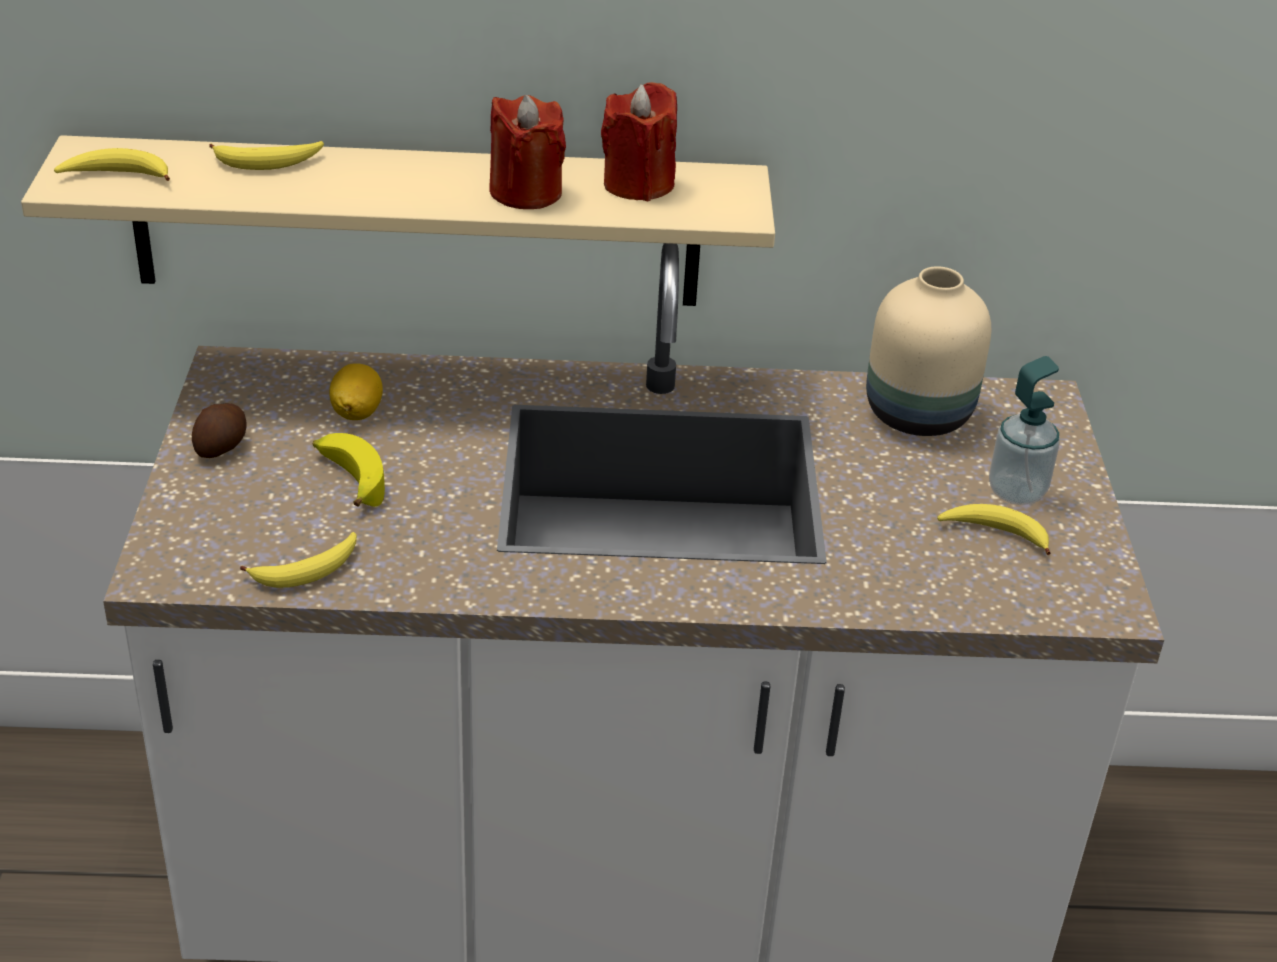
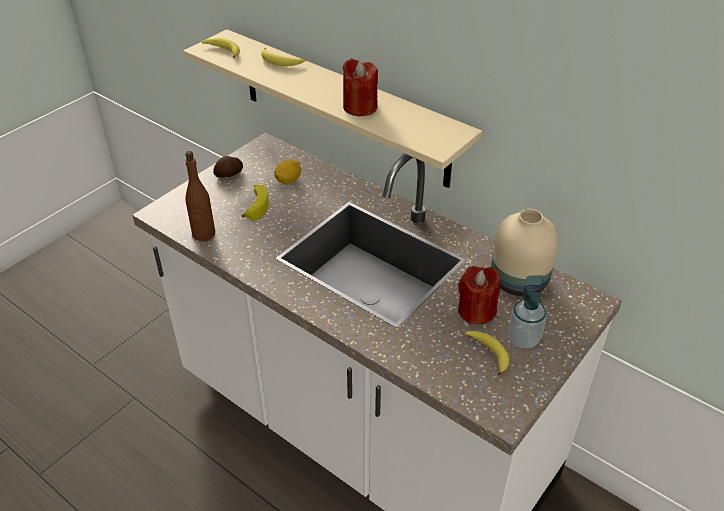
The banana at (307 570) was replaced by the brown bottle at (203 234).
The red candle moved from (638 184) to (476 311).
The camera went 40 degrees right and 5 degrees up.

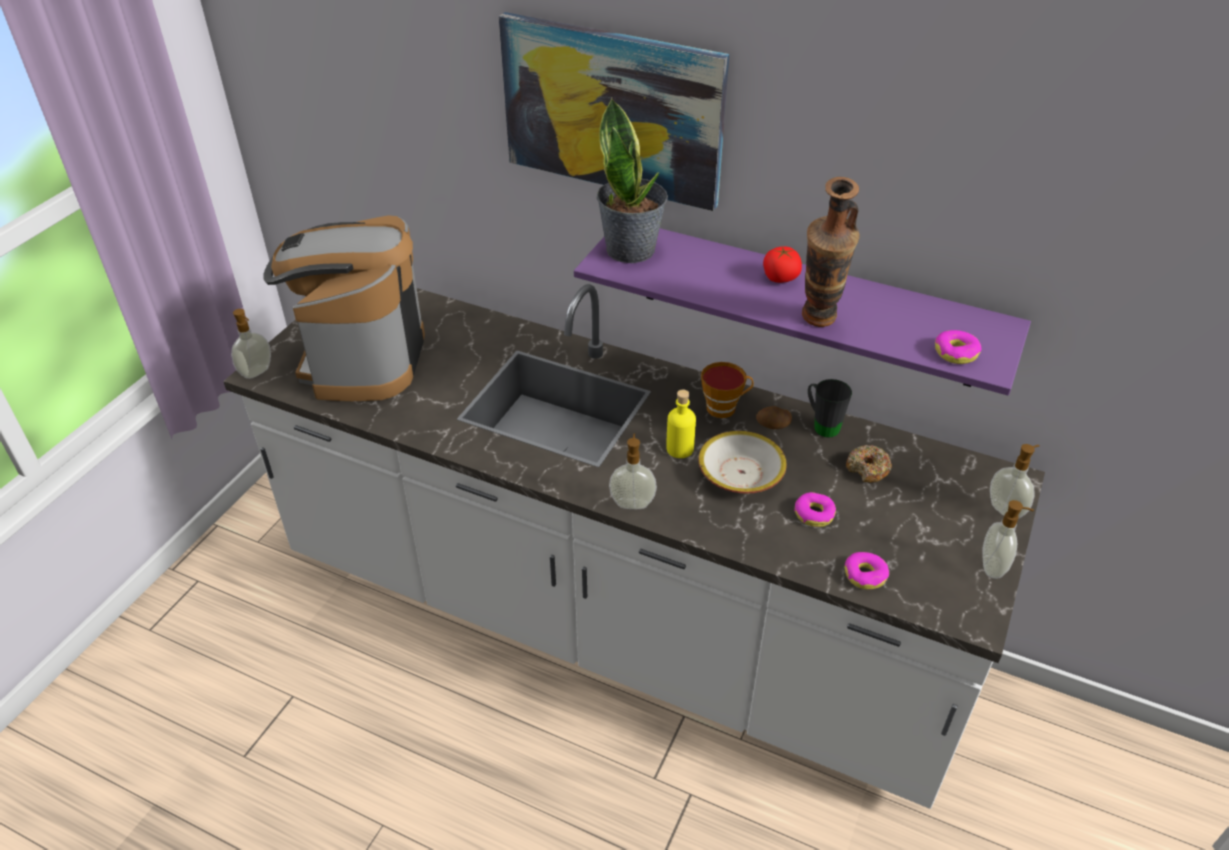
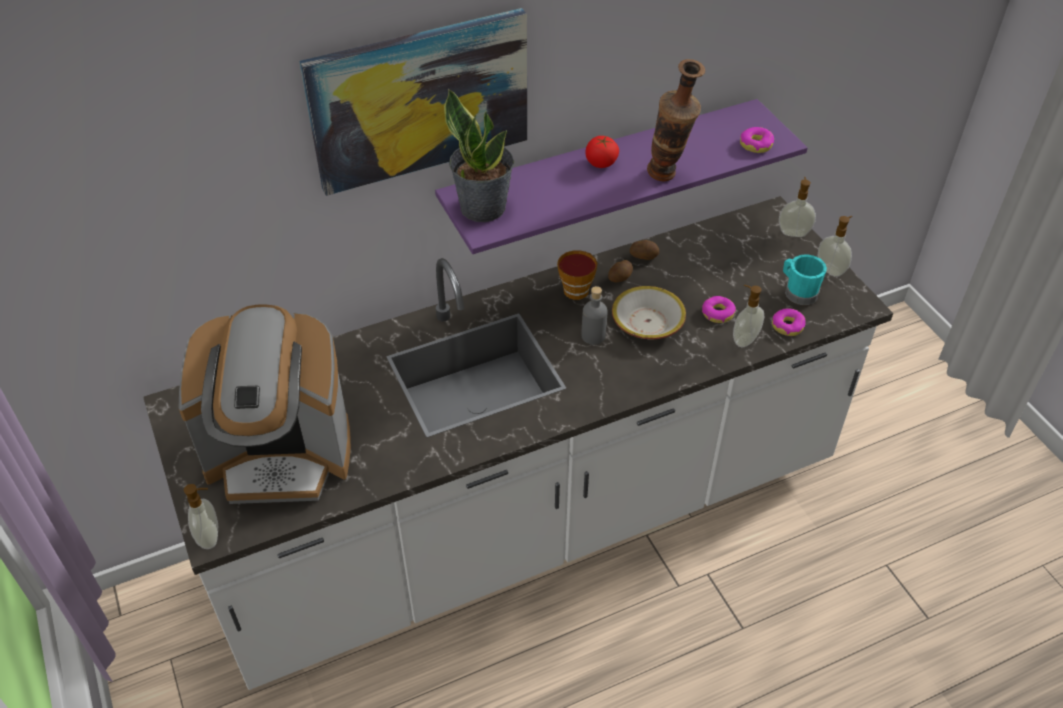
The coffee machine at (362 359) turned 45 degrees counterclockwise.
The yellow bottle at (680 449) became the grey bottle at (593 336).
The black mug at (821 425) was replaced by the potato at (643 256).
The soap dispenser moved from (632 503) to (744 339).
The turquoise mug at (798 292) appeared.
The donut at (867 469) disappeared.
The camera went 50 degrees left and 5 degrees up.

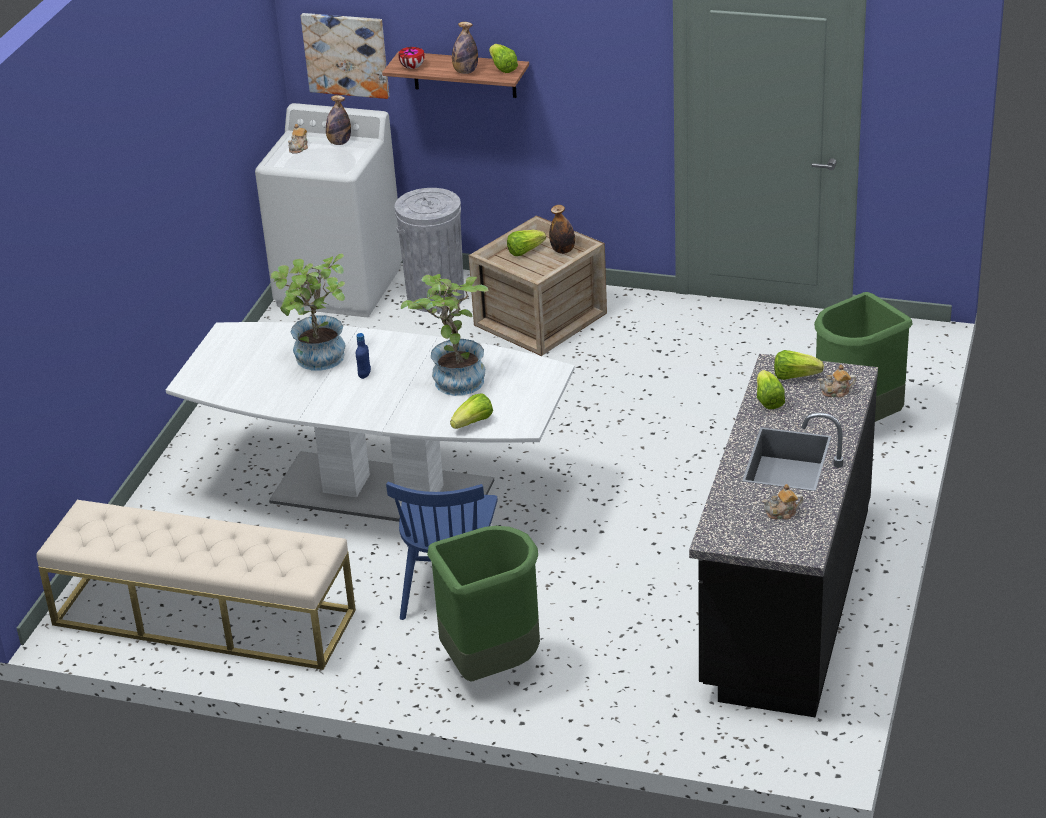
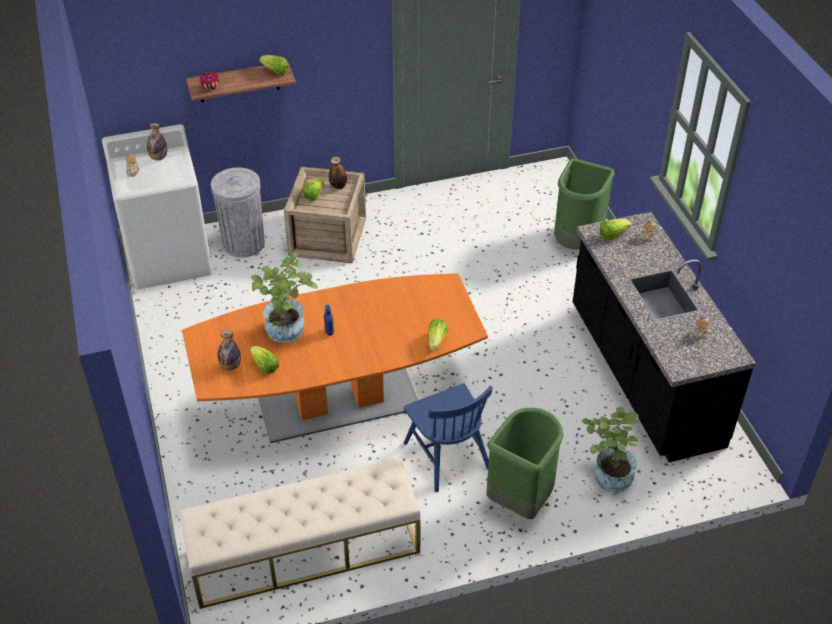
The white dining table at (383 492) became the orange dining table at (339 403).
The bottle moved from (465 72) to (230 366).
The lettuce moved from (768 400) to (265 366).
The potted plant moved from (454 378) to (607 476).
The picture at (346 54) disappeared.
The camera went 35 degrees left and 10 degrees up.

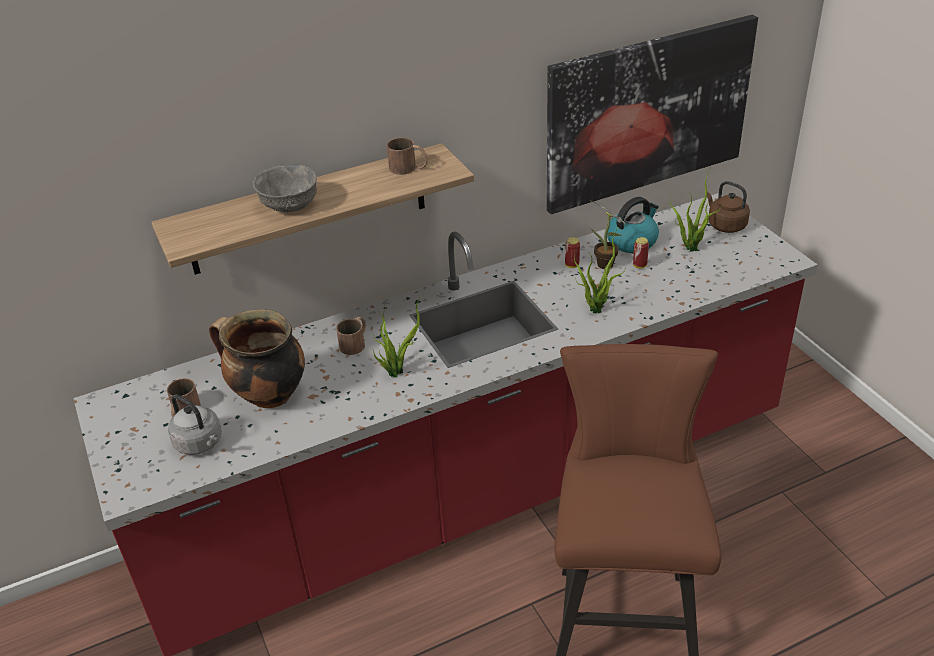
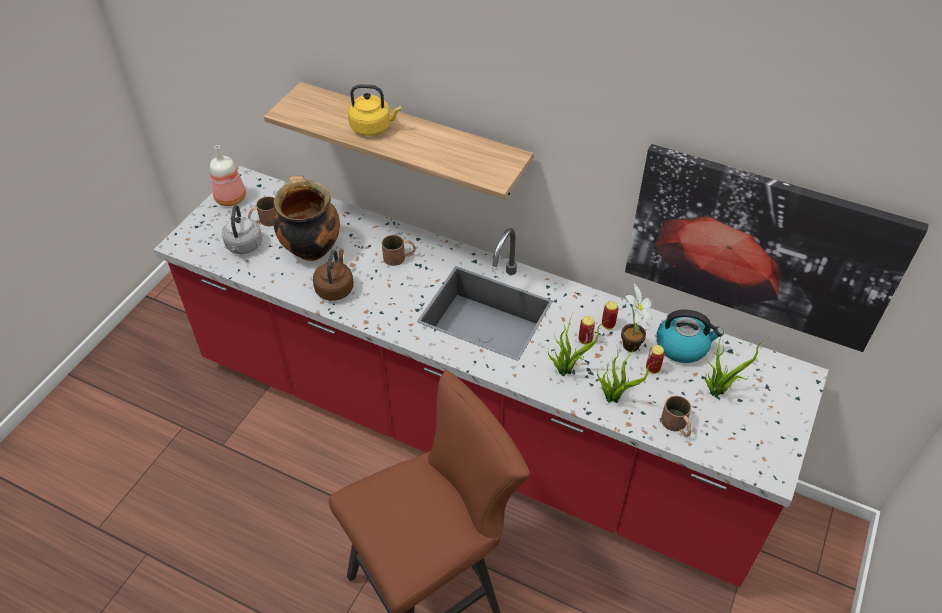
The bottle at (230 198) appeared.
The brown kettle moved from (725 225) to (335 288).
The grey bowl at (289 205) was replaced by the yellow kettle at (373 127).
The can at (585 340) appeared.
The potted plant moved from (396 370) to (615 397).
The brown mug moved from (409 168) to (677 426).
The camera went 50 degrees right and 10 degrees up.

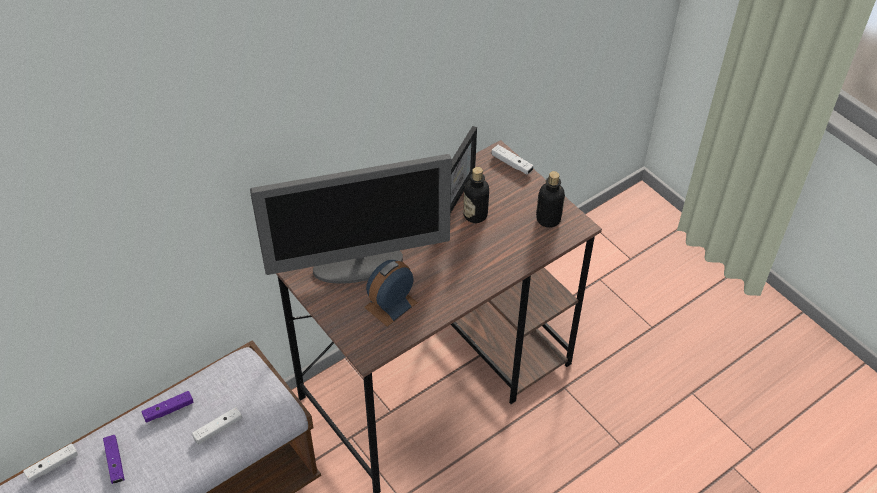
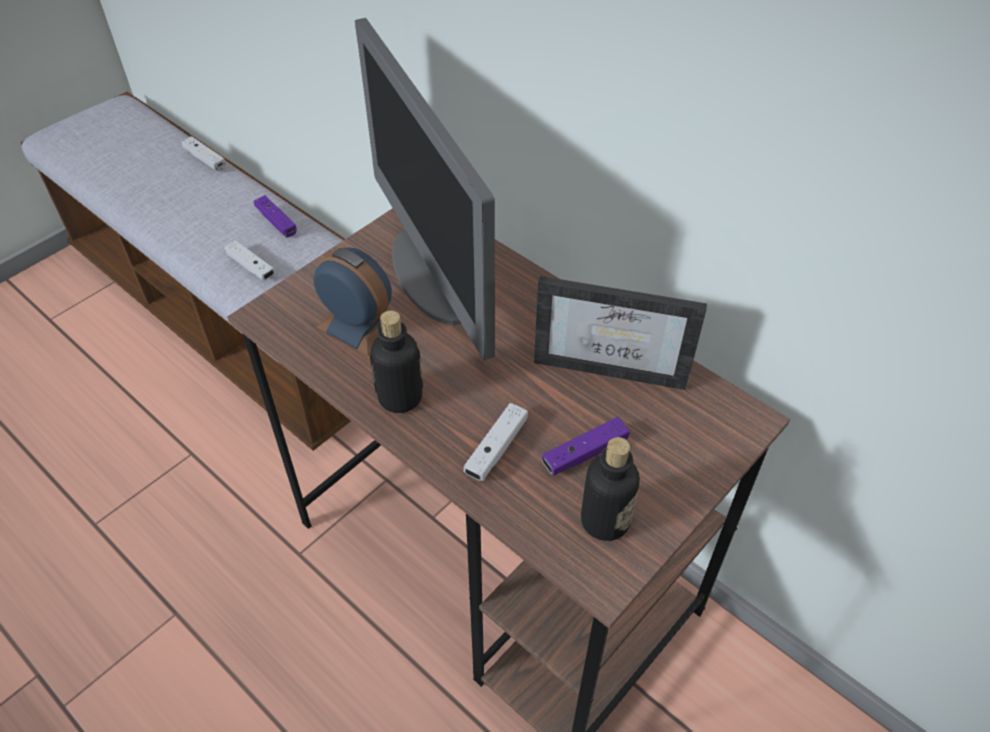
The bottle moved from (475 215) to (400 397).
The white game controller moved from (511 164) to (496 448).
The purple game controller moved from (115 462) to (585 453).
The camera went 80 degrees right and 0 degrees up.

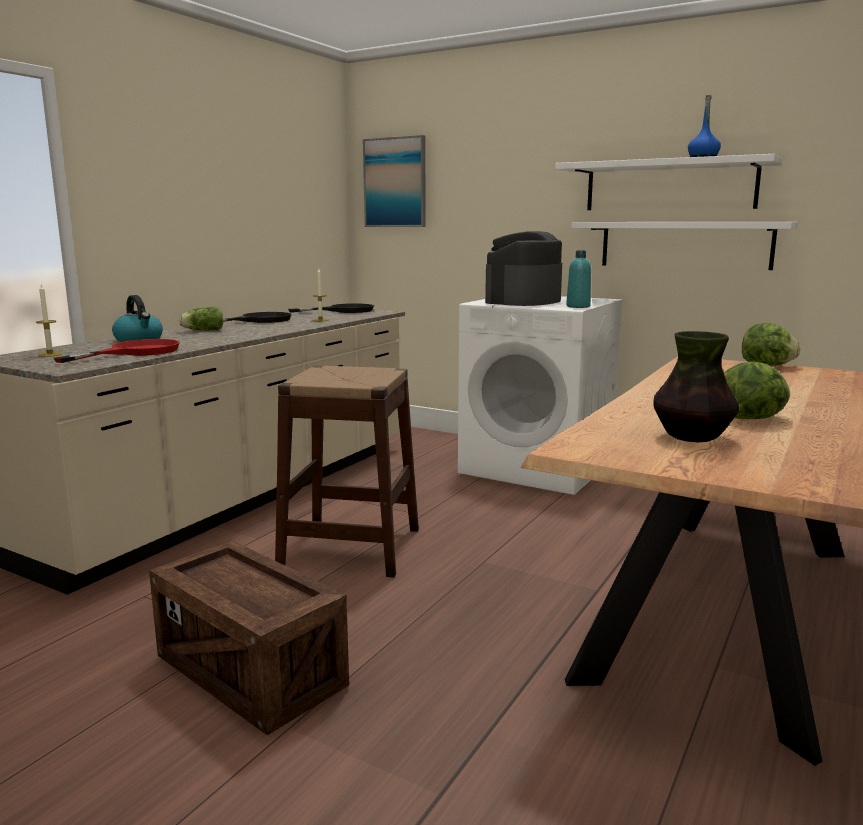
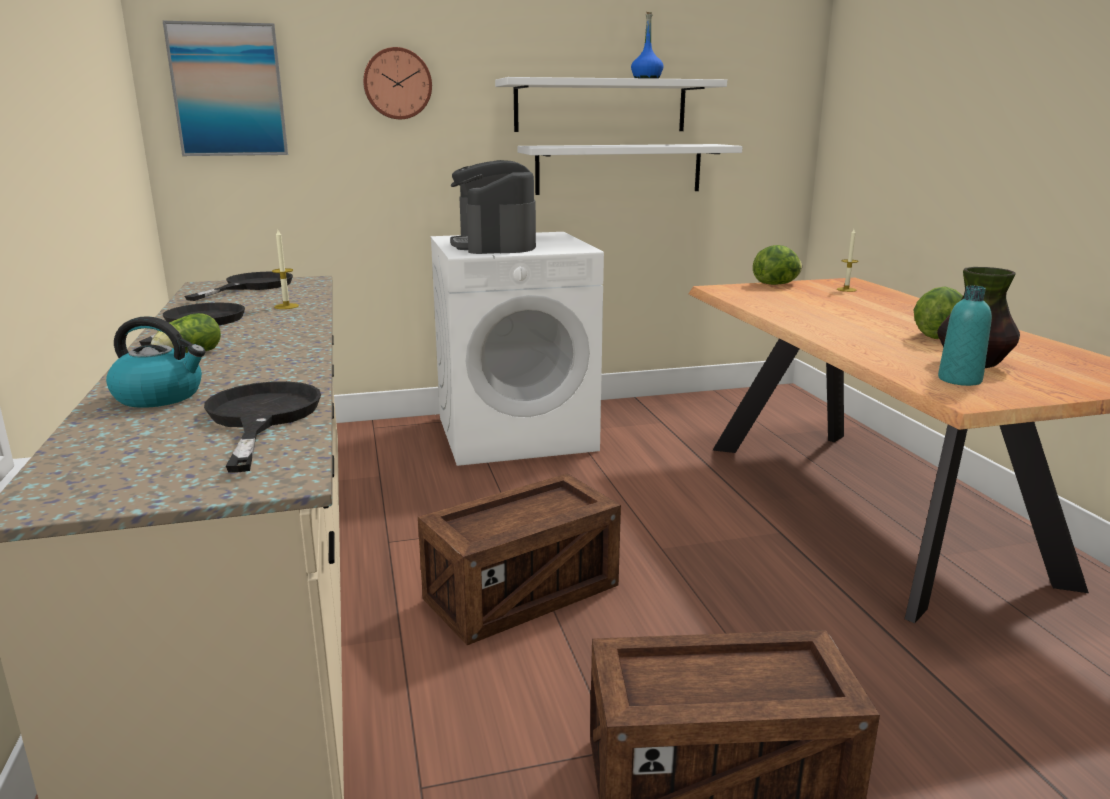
The red frying pan at (135 352) became the black frying pan at (261 418).
The wall clock at (397 84) appeared.
The brown stool at (351 546) was replaced by the crate at (522 593).
The candle moved from (50 354) to (846 289).
The turquoise bottle moved from (578 306) to (959 380).
The camera went 45 degrees left and 5 degrees up.

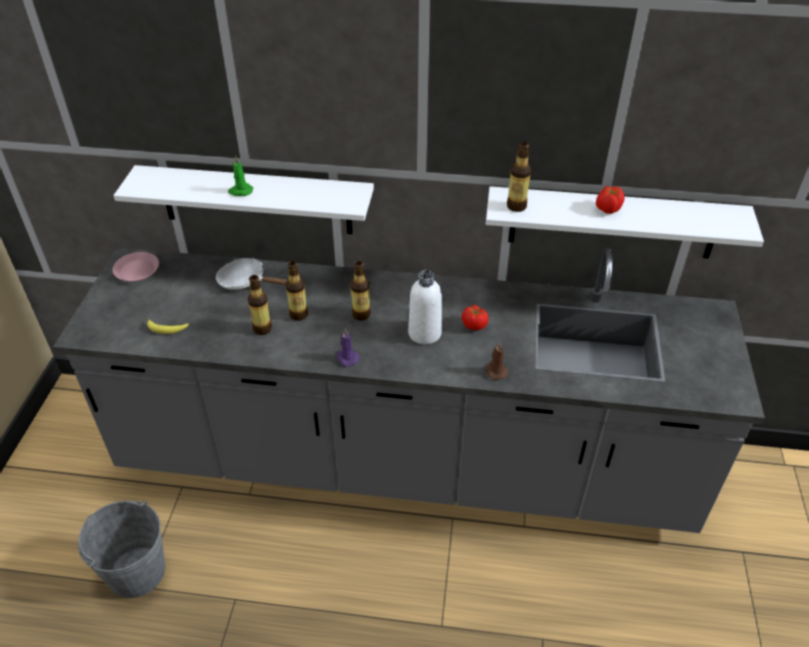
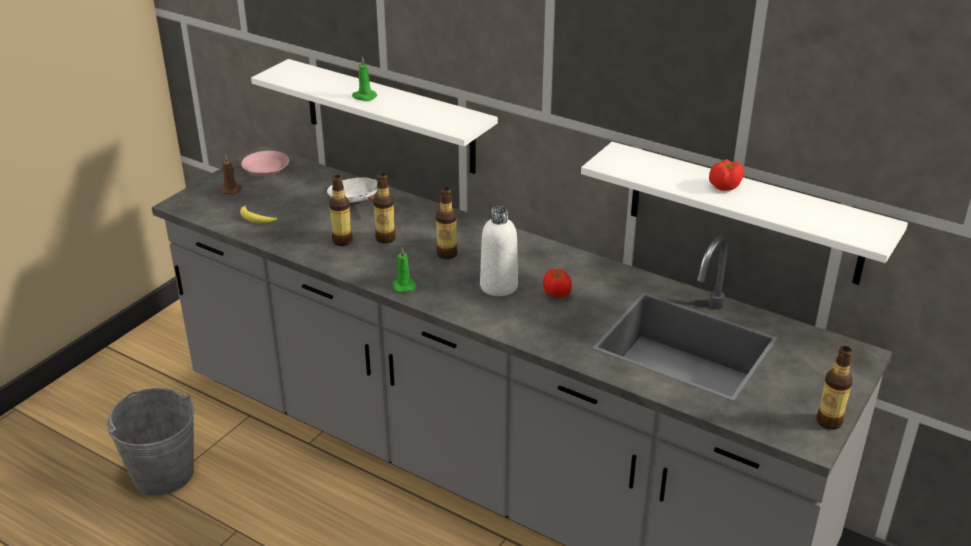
The brown candle moved from (495 371) to (231 190).
The purple candle at (346 358) became the green candle at (403 285).
The bottle moved from (516 206) to (829 422).
The camera went 25 degrees right and 10 degrees down.

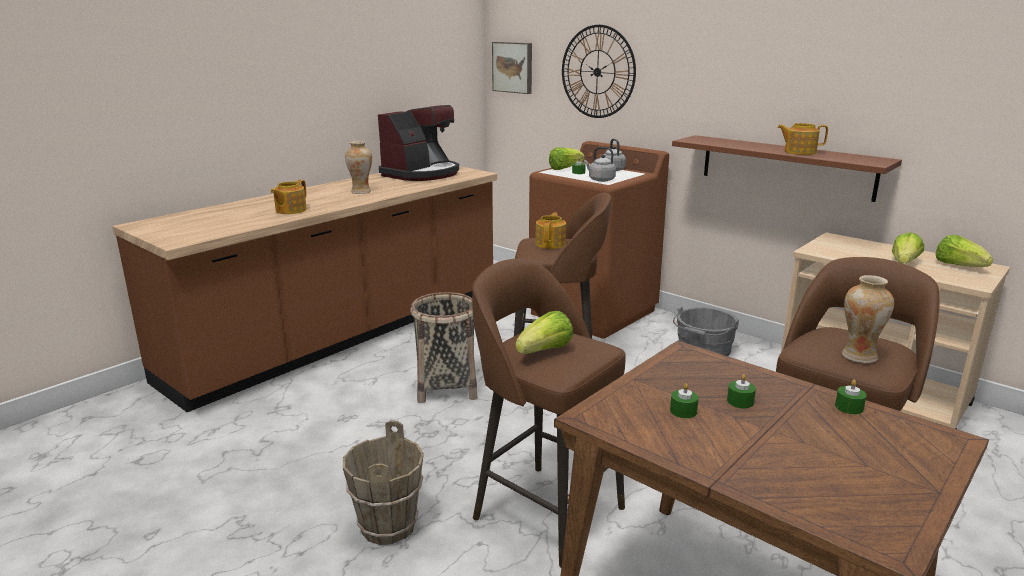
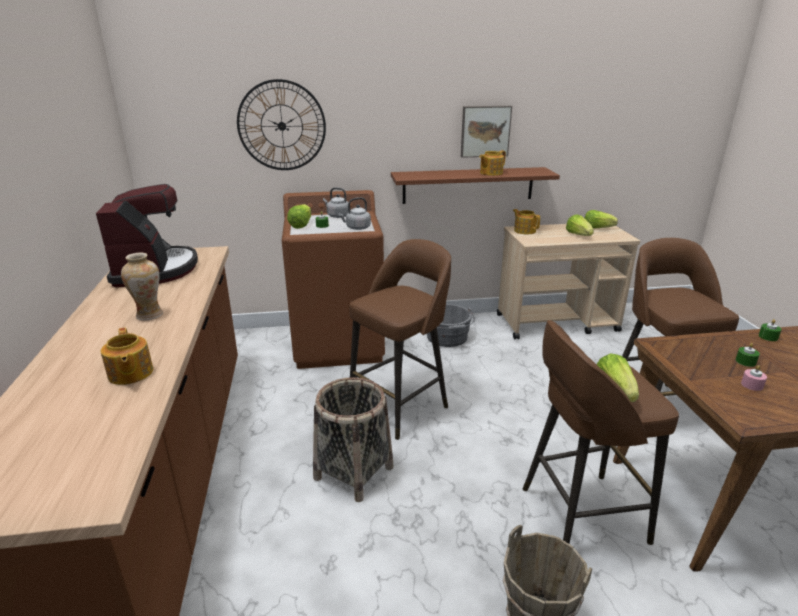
The picture moved from (513 67) to (485 131).
The teapot moved from (551 244) to (524 230).
The green candle at (683 411) became the pink candle at (752 385).
The vase at (859 356) disappeared.
The camera went 50 degrees left and 5 degrees up.

